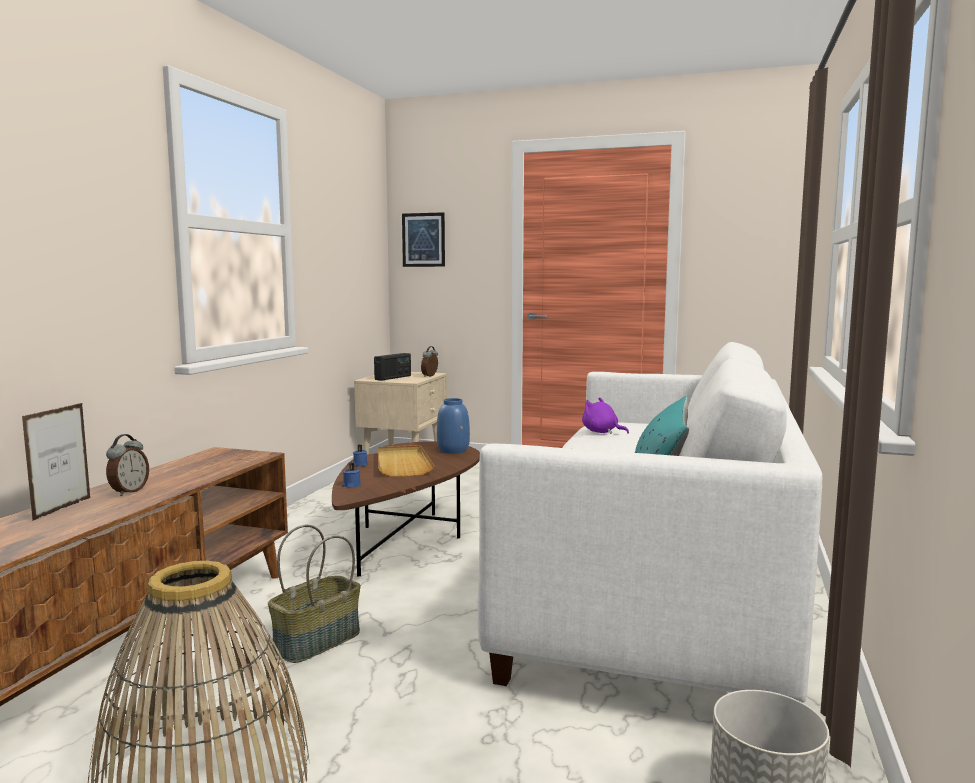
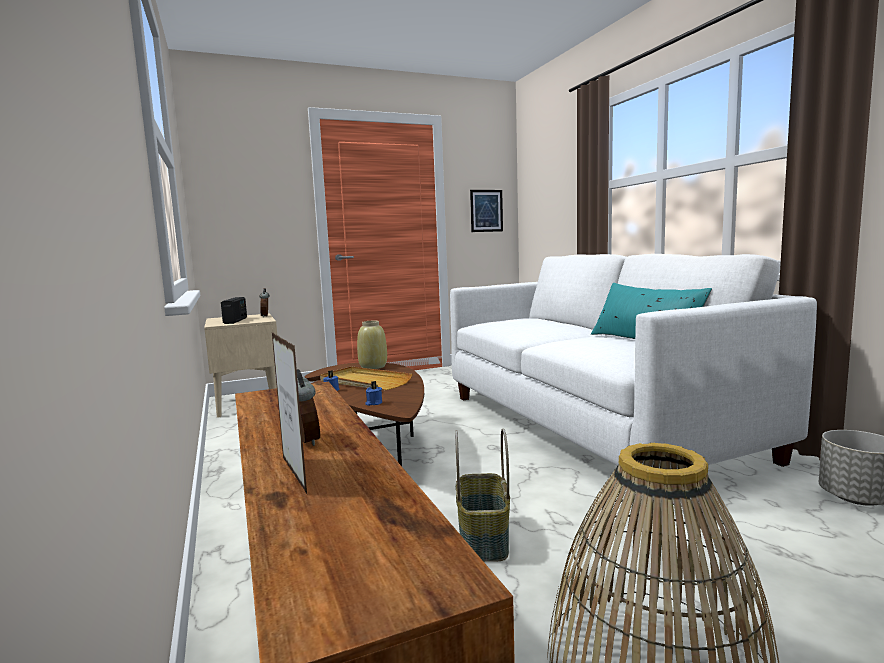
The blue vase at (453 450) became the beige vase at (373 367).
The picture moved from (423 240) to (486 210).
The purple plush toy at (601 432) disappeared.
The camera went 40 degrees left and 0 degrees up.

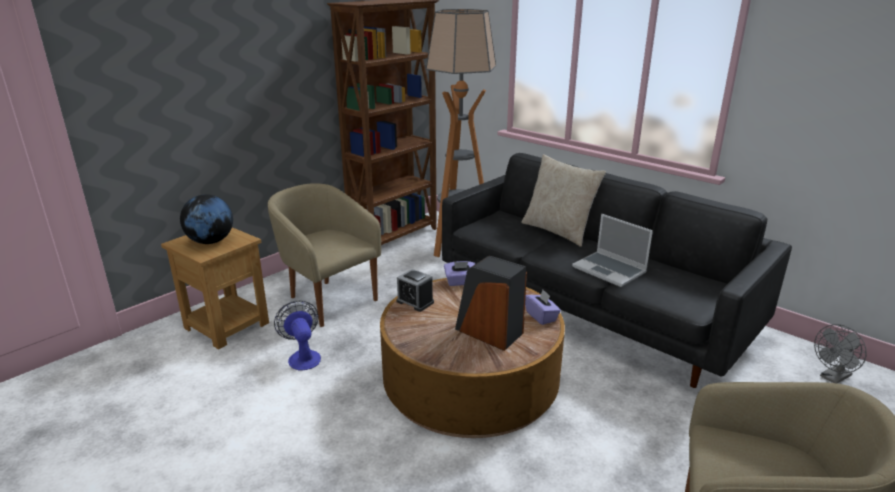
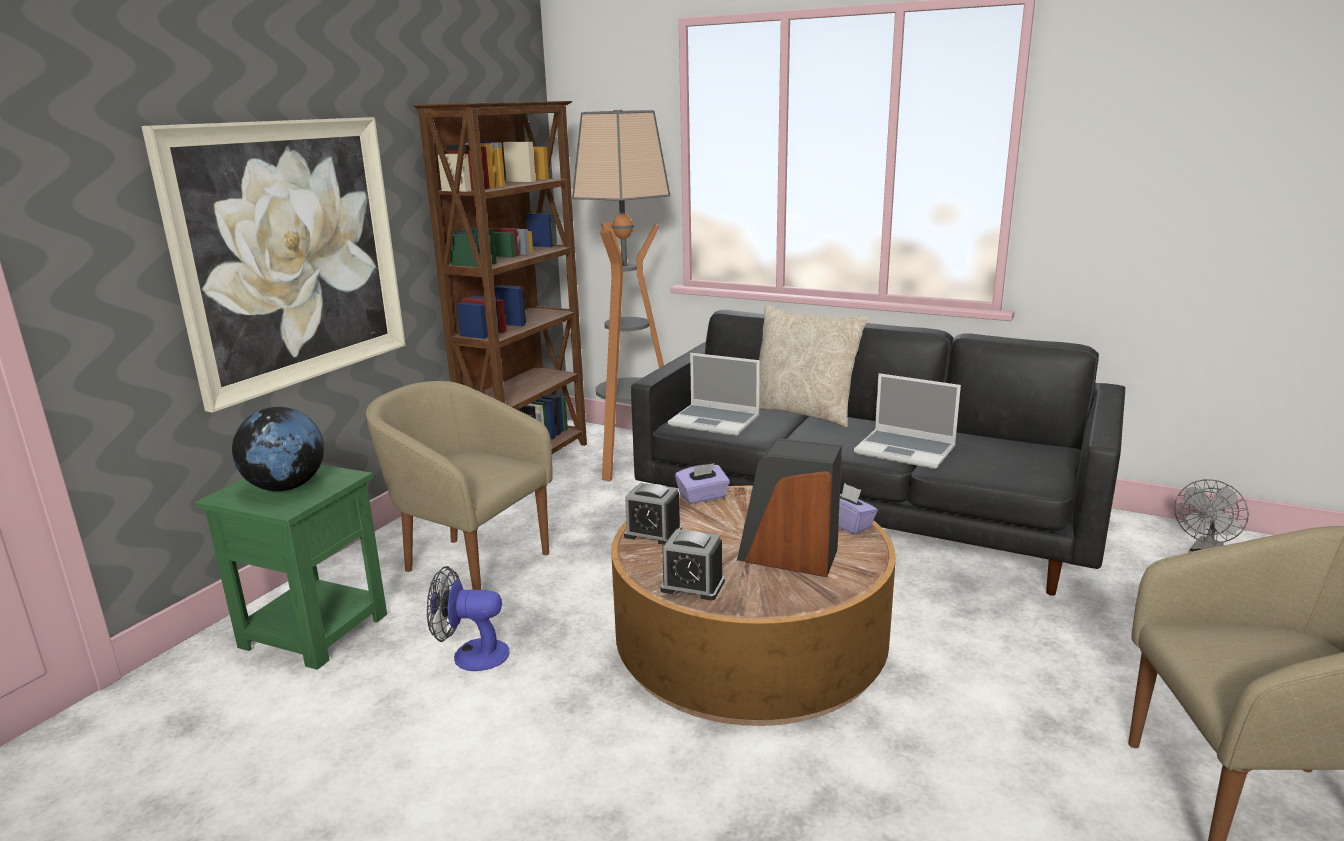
The picture at (291 253) appeared.
The brown side table at (226 325) became the green side table at (313 630).
The fan at (303 356) turned 45 degrees counterclockwise.
The alarm clock at (692 586) appeared.
The laptop at (716 421) appeared.
The camera went 15 degrees left and 5 degrees down.

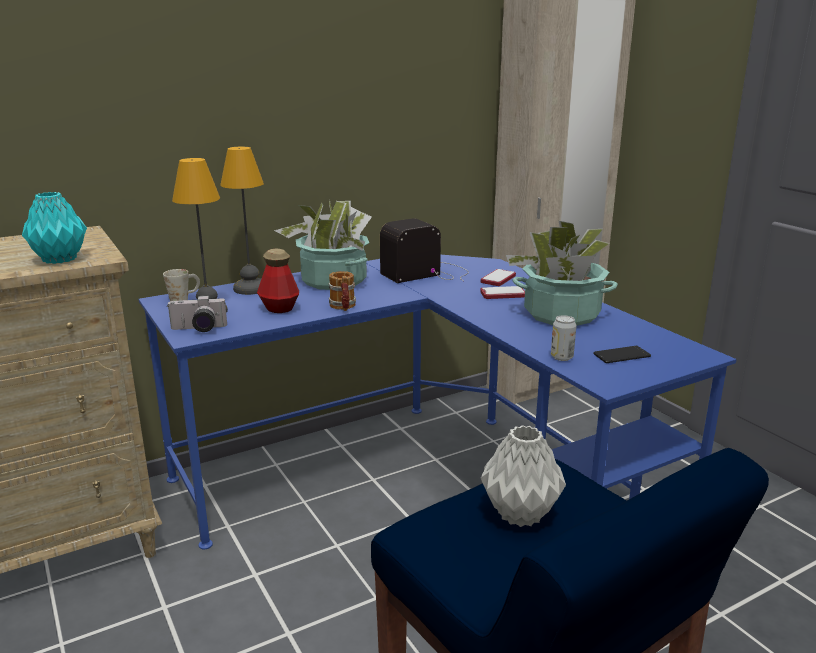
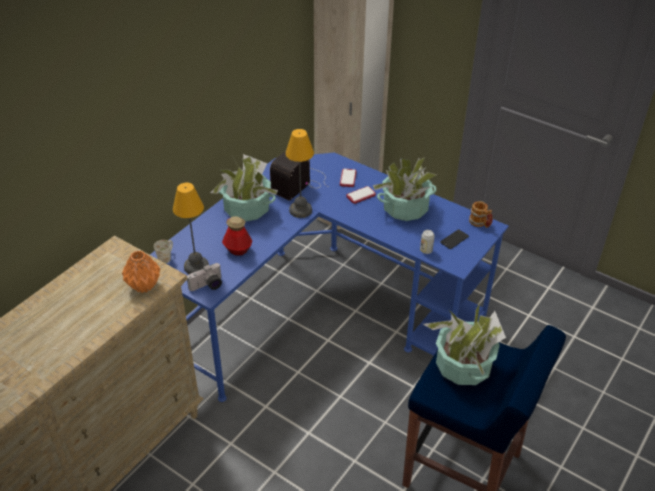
The turquoise vase at (58 259) became the orange vase at (143 286).
The table lamp moved from (249 289) to (300 211).
The grey vase at (520 515) was replaced by the potted plant at (463 366).
The mug moved from (343 307) to (480 223).
The camera went 25 degrees left and 20 degrees up.

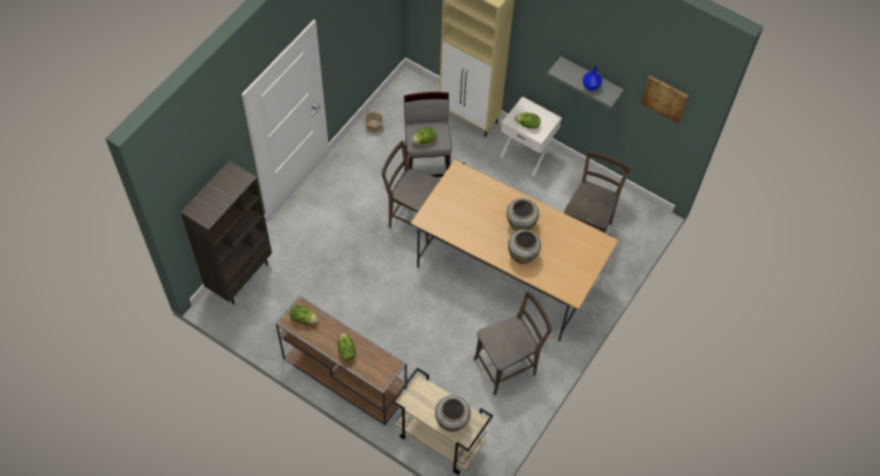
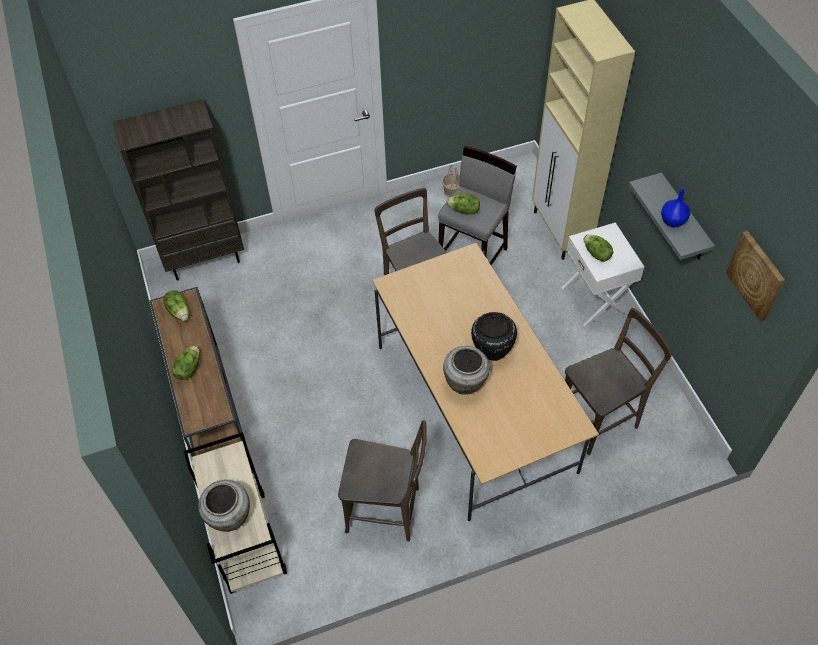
The beige vase at (520 224) became the black vase at (492 349).
The camera went 40 degrees right and 5 degrees down.

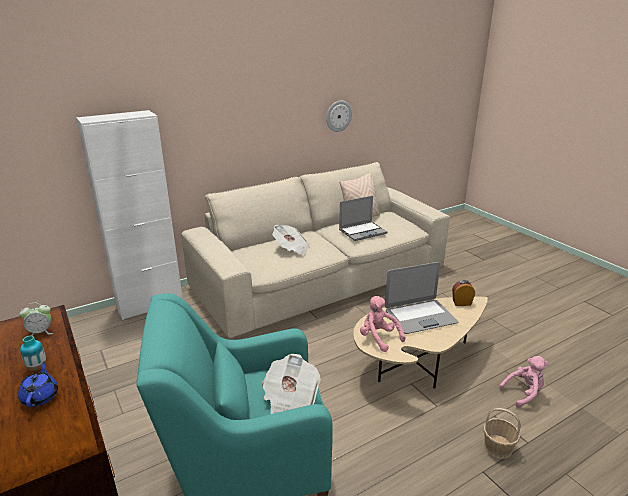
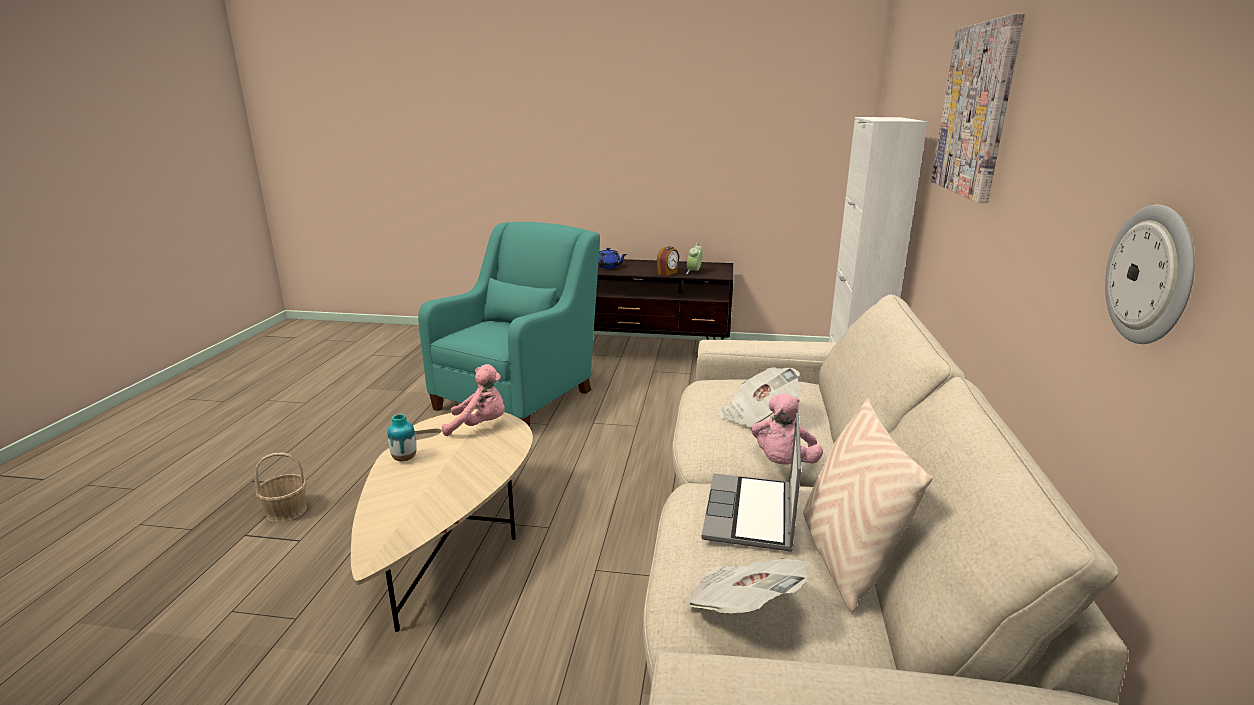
The vase moved from (37 367) to (404 458).
The alarm clock moved from (461 302) to (668 273).
The newspaper moved from (290 400) to (742 608).
The pink plush toy moved from (523 393) to (783 464).
The picture at (976 110) appeared.
The laptop at (420 316) disappeared.
The camera went 130 degrees right and 5 degrees down.

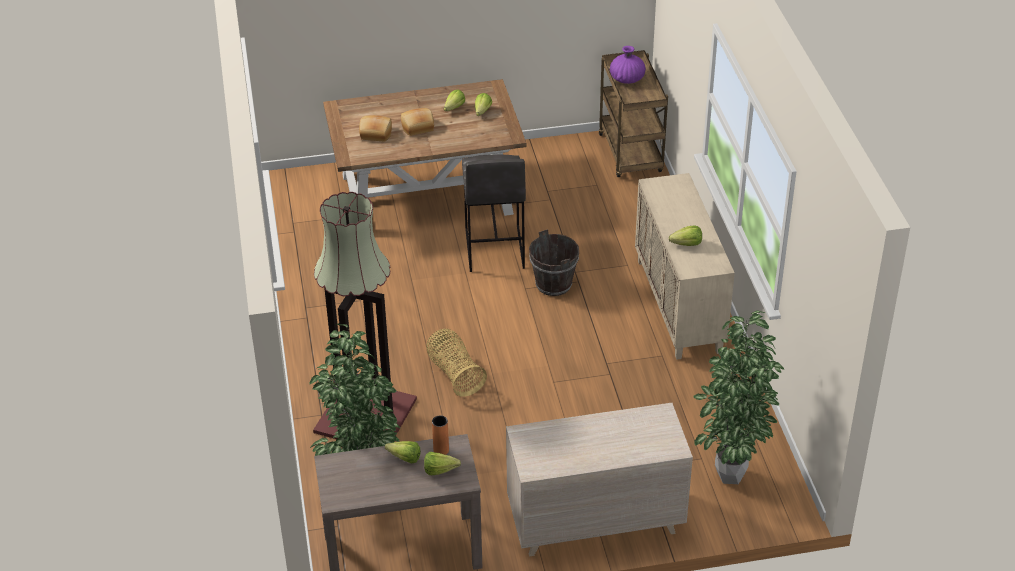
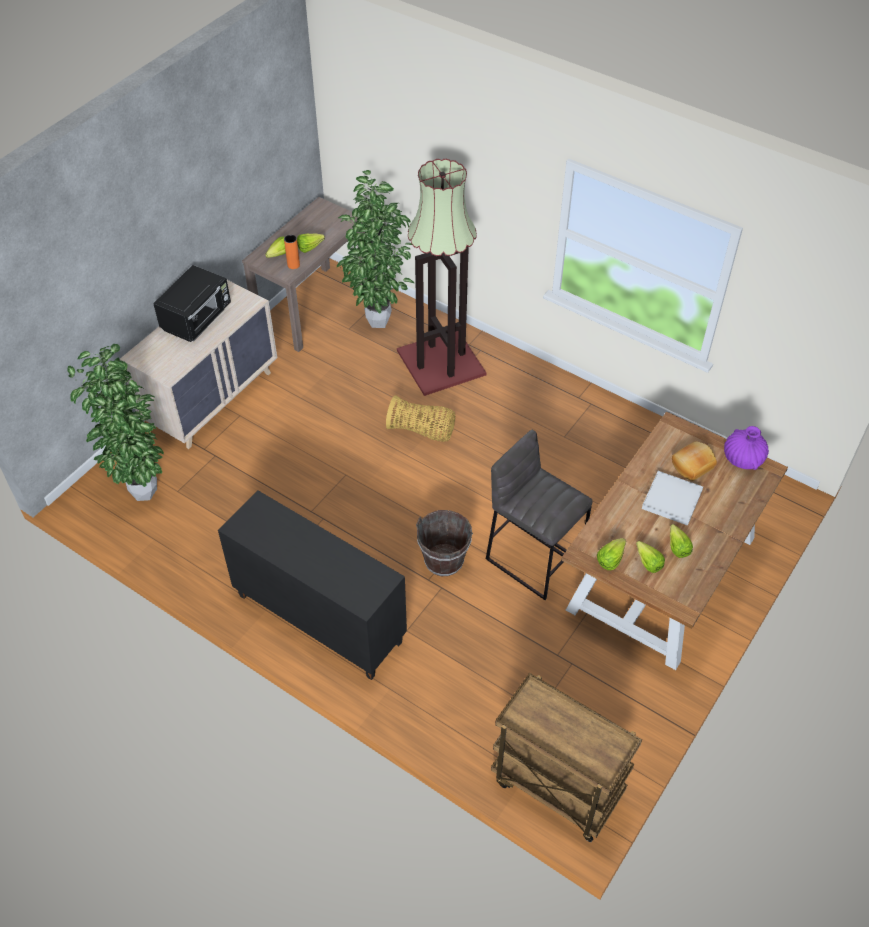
The black microwave at (197 319) appeared.
The beige cabinet at (679 306) became the black cabinet at (318 619).
The lettuce moved from (687 244) to (610 559).
The bread at (418 127) was replaced by the white tray at (671 499).
The purple vase moved from (626 79) to (743 459).
The camera went 135 degrees right and 10 degrees up.

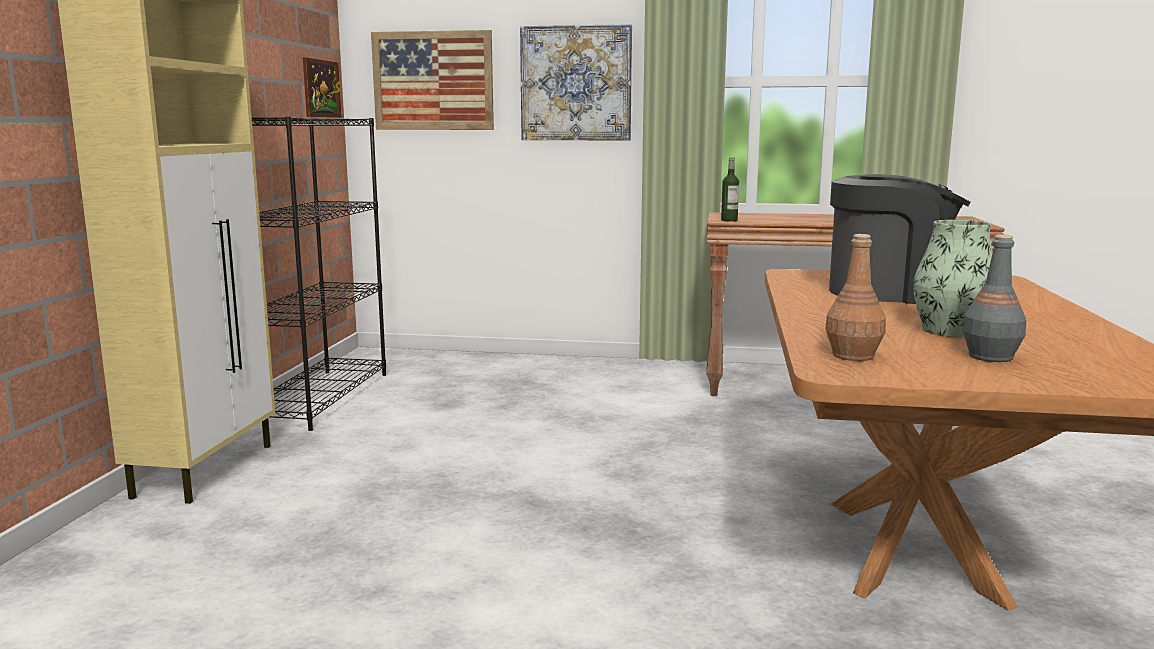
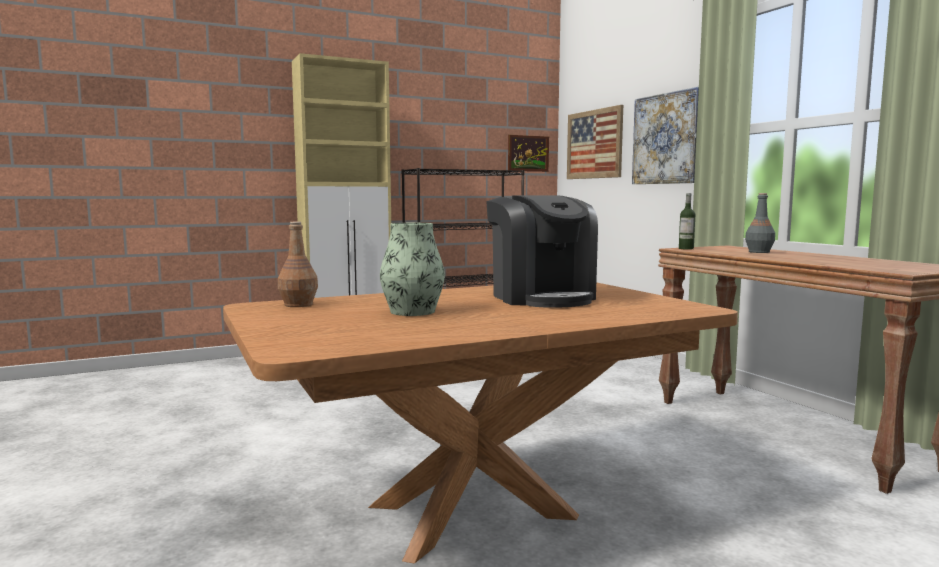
The grey bottle moved from (990 357) to (758 252).
The camera went 55 degrees right and 5 degrees down.

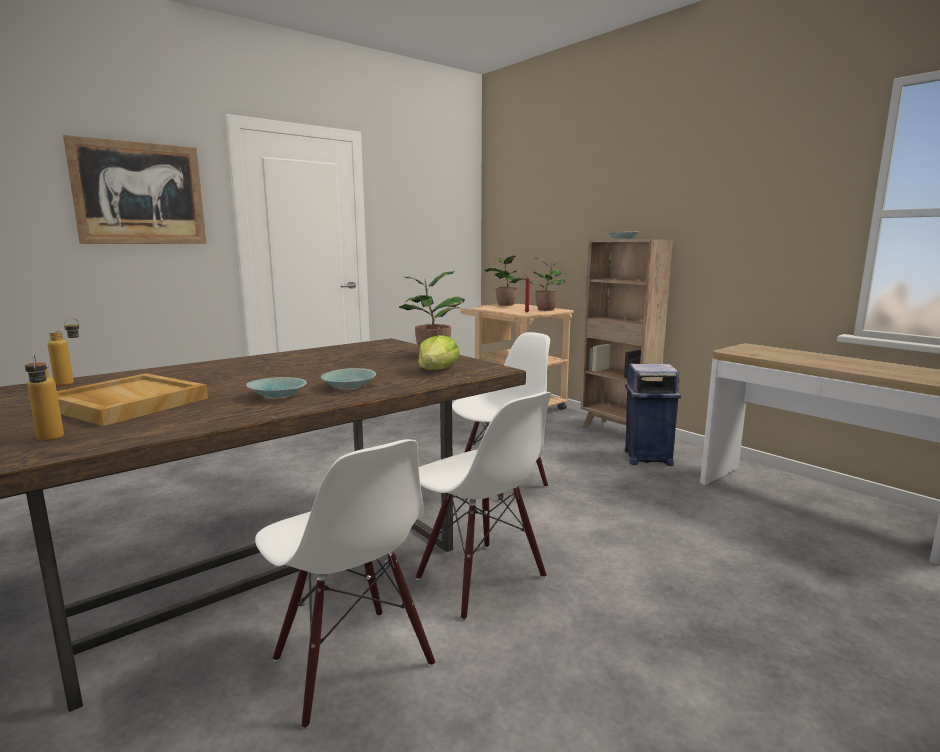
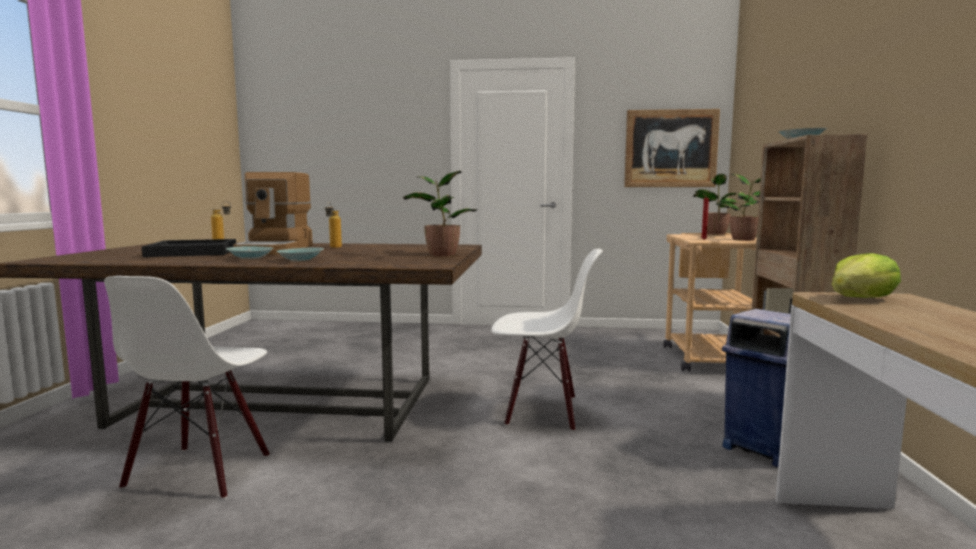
The beige tray at (126 403) became the black tray at (192 252).
The coffee machine at (276 250) appeared.
The bottle moved from (50 440) to (333 248).
The picture moved from (140 194) to (670 148).
The lettuce moved from (437 370) to (860 299).
The white chair at (479 578) disappeared.
The camera went 45 degrees right and 5 degrees down.

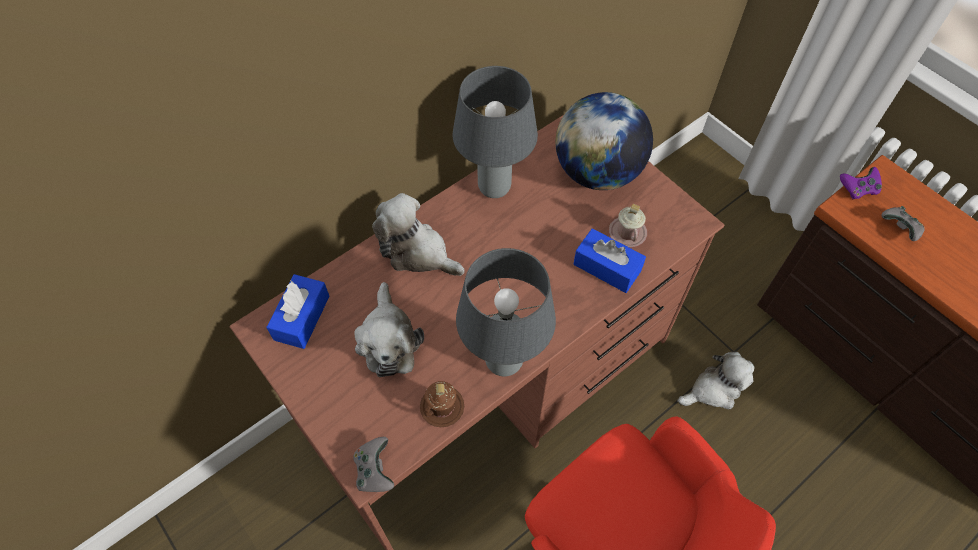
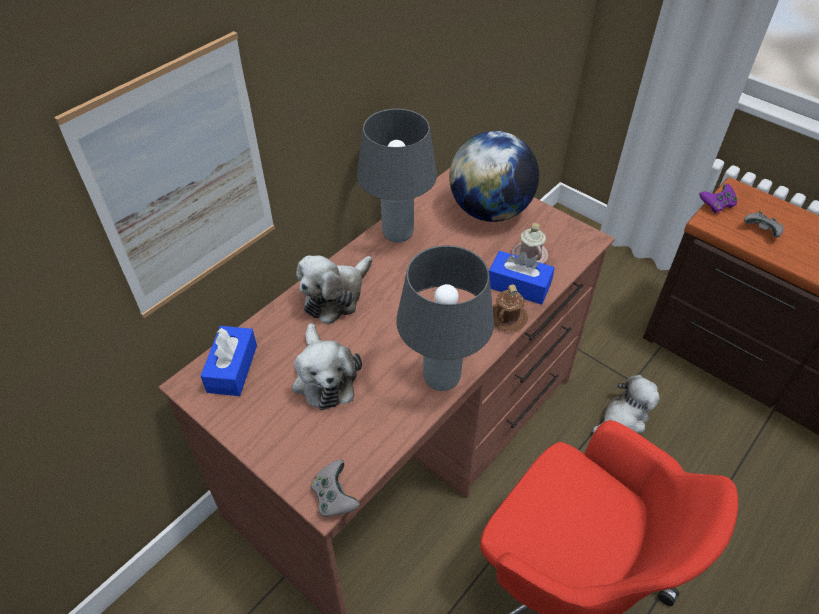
The picture at (184 182) appeared.
The plush toy at (417 252) turned 75 degrees counterclockwise.
The brown mug moved from (442 407) to (507 318).
The camera went 10 degrees left and 10 degrees down.

